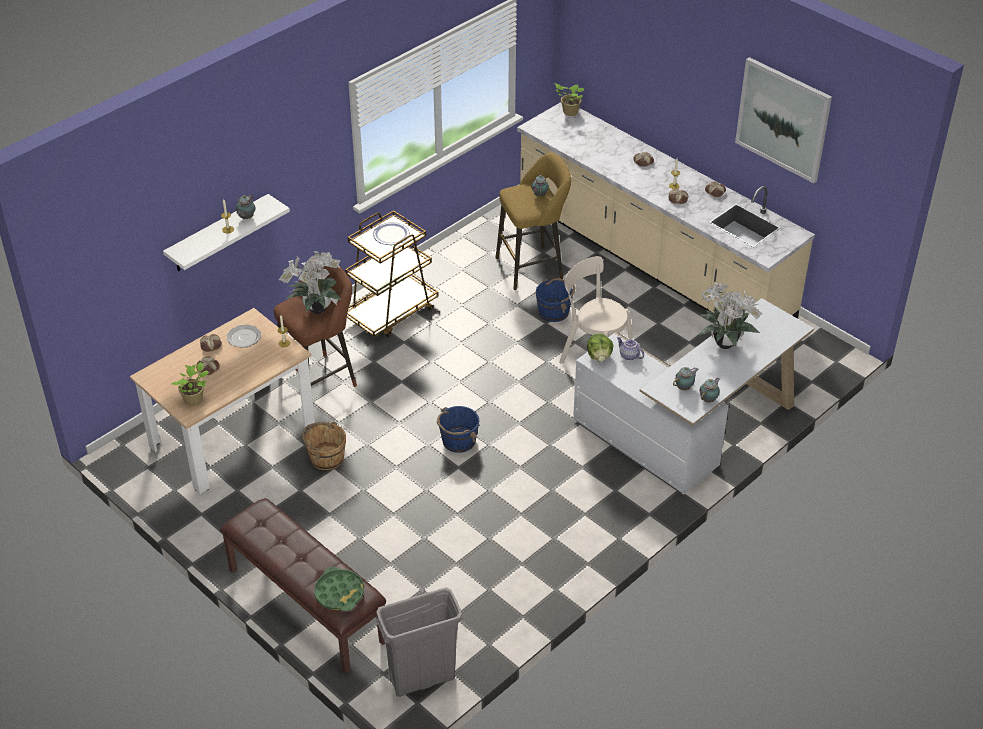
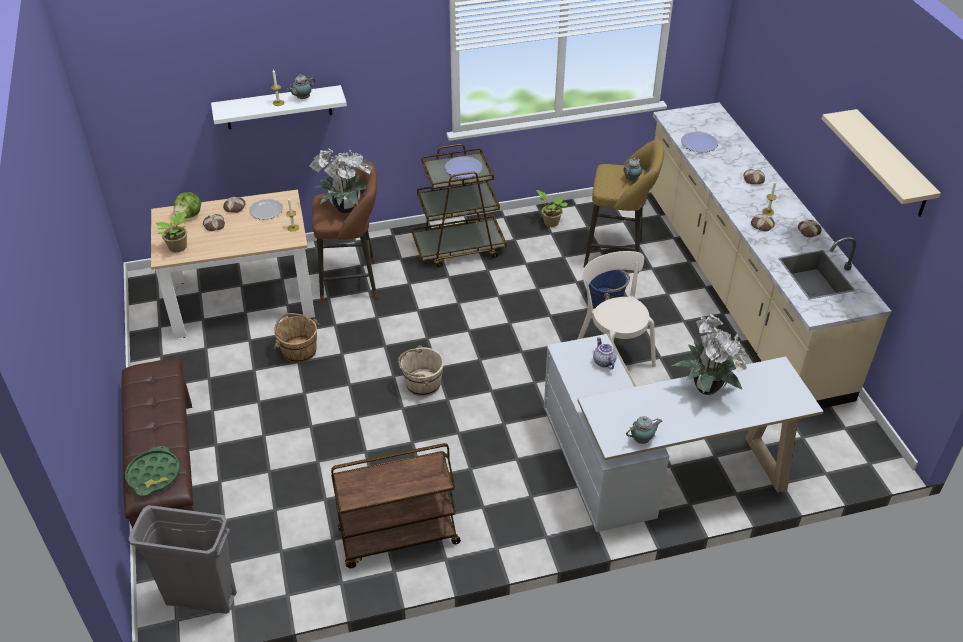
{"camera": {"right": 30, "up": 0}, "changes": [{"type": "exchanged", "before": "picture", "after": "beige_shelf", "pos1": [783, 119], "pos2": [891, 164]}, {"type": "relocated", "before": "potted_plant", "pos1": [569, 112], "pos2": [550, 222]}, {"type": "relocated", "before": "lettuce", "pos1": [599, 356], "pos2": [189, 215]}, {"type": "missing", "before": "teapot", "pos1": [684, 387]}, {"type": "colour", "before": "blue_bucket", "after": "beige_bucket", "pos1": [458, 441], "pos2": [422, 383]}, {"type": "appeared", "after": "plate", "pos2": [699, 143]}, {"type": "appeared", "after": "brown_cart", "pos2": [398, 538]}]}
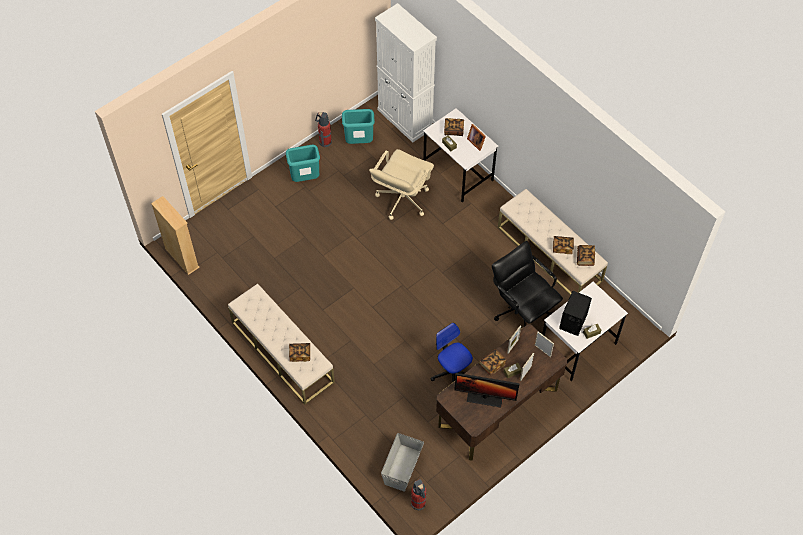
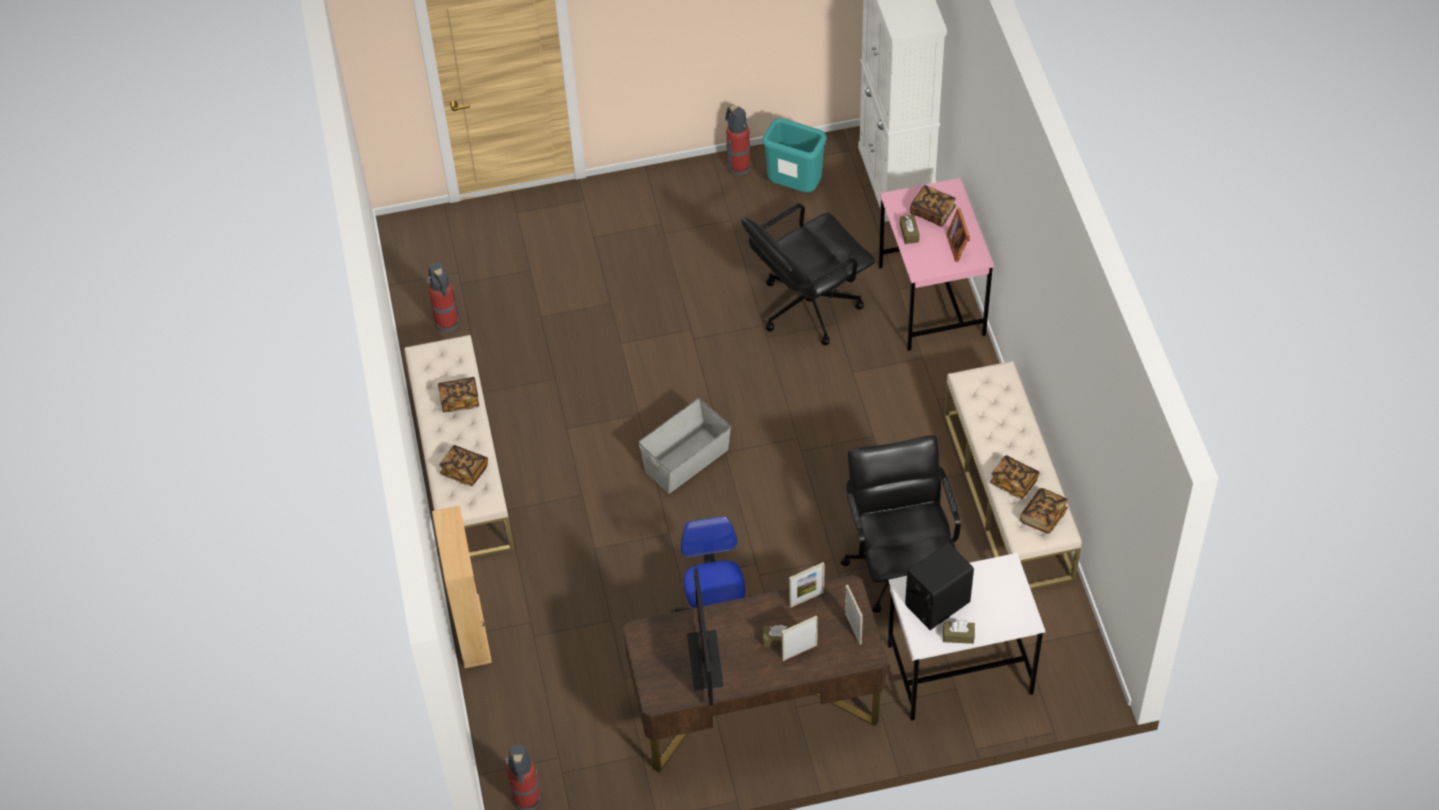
{"camera": {"right": 30, "up": -5}, "changes": [{"type": "colour", "before": "white_desk", "after": "pink_desk", "pos1": [458, 173], "pos2": [932, 301]}, {"type": "missing", "before": "turquoise_trash_can", "pos1": [305, 178]}, {"type": "colour", "before": "beige_office_chair", "after": "black_office_chair", "pos1": [402, 200], "pos2": [807, 306]}, {"type": "relocated", "before": "beige_bookcase", "pos1": [182, 258], "pos2": [471, 631]}, {"type": "relocated", "before": "book", "pos1": [492, 364], "pos2": [459, 400]}, {"type": "spun", "before": "monitor", "pos1": [485, 397], "pos2": [705, 660], "turn": 45}, {"type": "relocated", "before": "grey_storage_box", "pos1": [402, 467], "pos2": [686, 460]}, {"type": "appeared", "after": "fire_extinguisher", "pos2": [447, 323]}]}
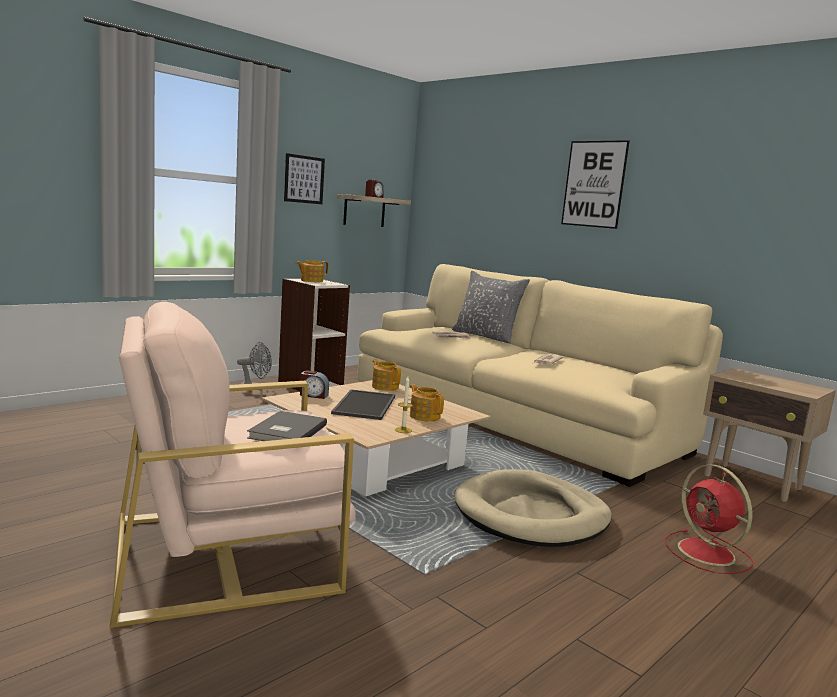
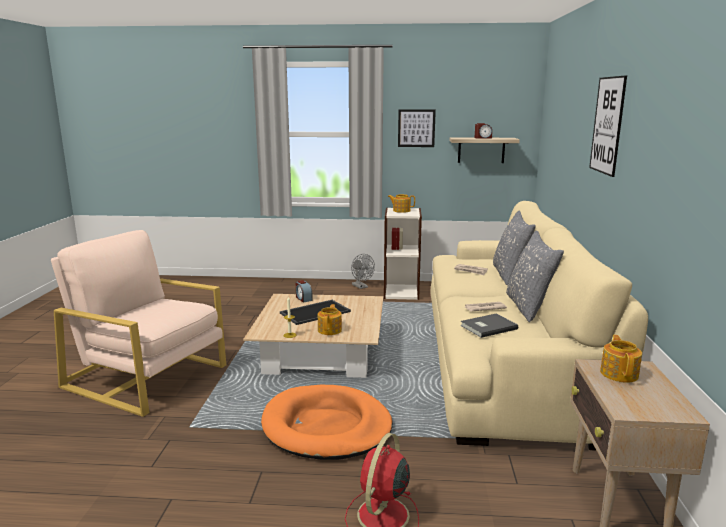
{"camera": {"right": 50, "up": 5}, "changes": [{"type": "relocated", "before": "teapot", "pos1": [385, 387], "pos2": [619, 373]}, {"type": "relocated", "before": "grey_book", "pos1": [285, 431], "pos2": [487, 327]}, {"type": "colour", "before": "beige_dog_bed", "after": "orange_dog_bed", "pos1": [531, 515], "pos2": [326, 427]}, {"type": "appeared", "after": "grey_pillow", "pos2": [529, 307]}]}
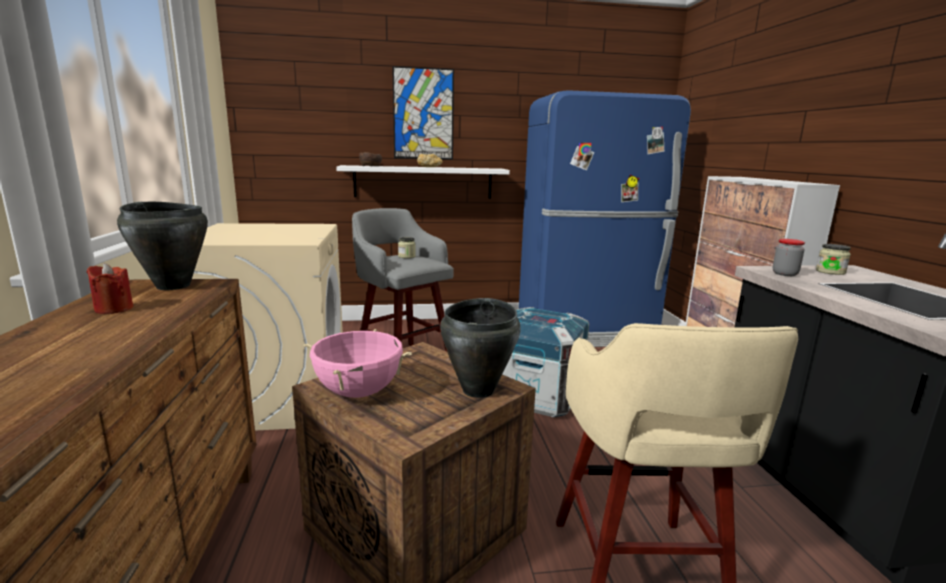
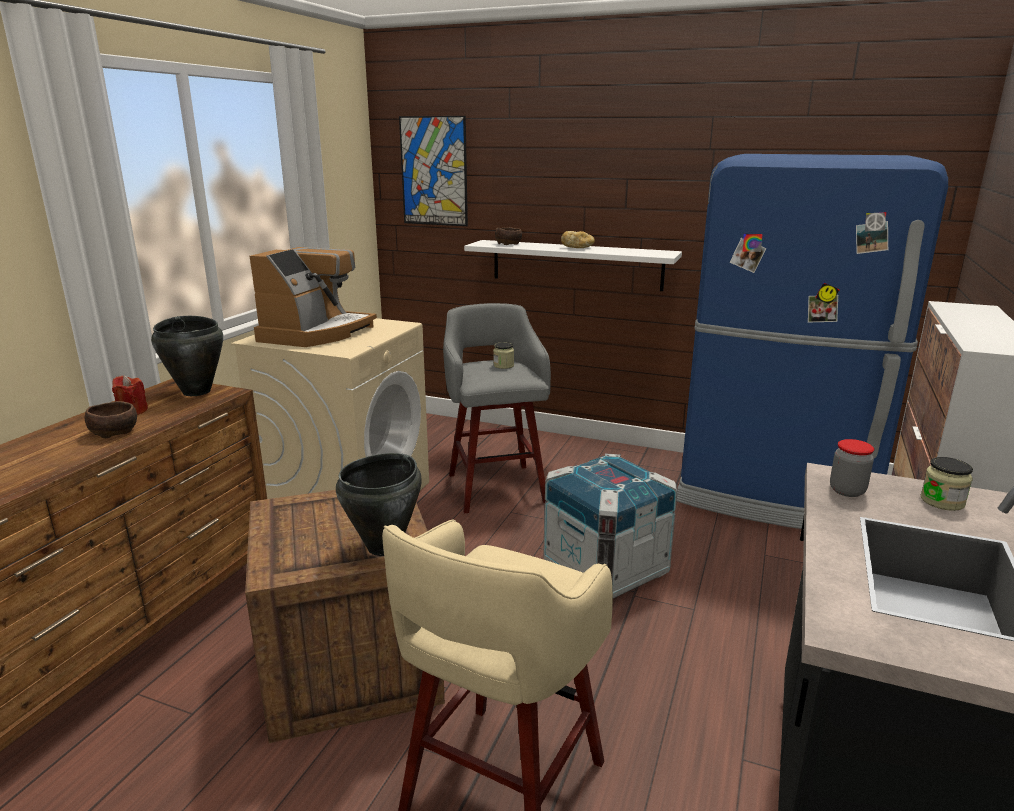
{"camera": {"right": 30, "up": 5}, "changes": [{"type": "relocated", "before": "picture", "pos1": [423, 114], "pos2": [434, 171]}, {"type": "missing", "before": "pink_cooking_pot", "pos1": [359, 392]}, {"type": "appeared", "after": "coffee_machine", "pos2": [316, 333]}, {"type": "appeared", "after": "brown_bowl", "pos2": [115, 431]}]}
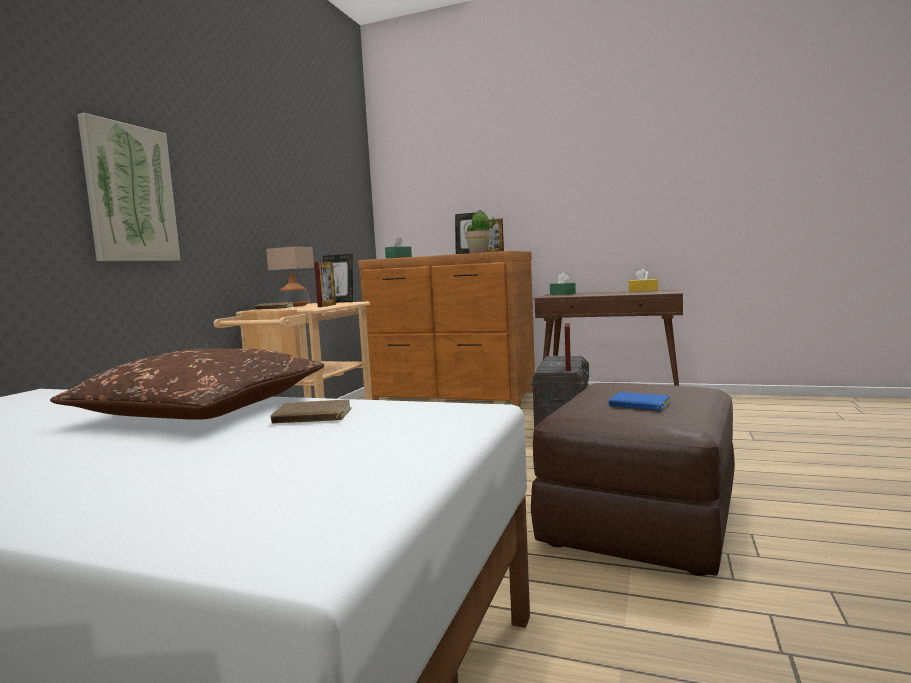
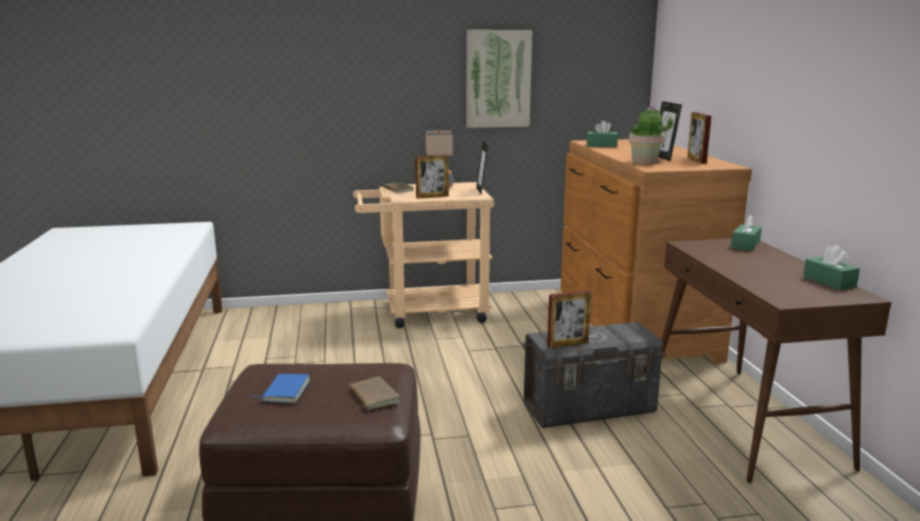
{"camera": {"right": 60, "up": 10}, "changes": [{"type": "relocated", "before": "picture", "pos1": [130, 194], "pos2": [498, 79]}, {"type": "colour", "before": "yellow_tissue_box", "after": "green_tissue_box", "pos1": [643, 291], "pos2": [829, 281]}, {"type": "missing", "before": "brown_pillow", "pos1": [202, 409]}, {"type": "relocated", "before": "brown_book", "pos1": [312, 417], "pos2": [372, 396]}]}
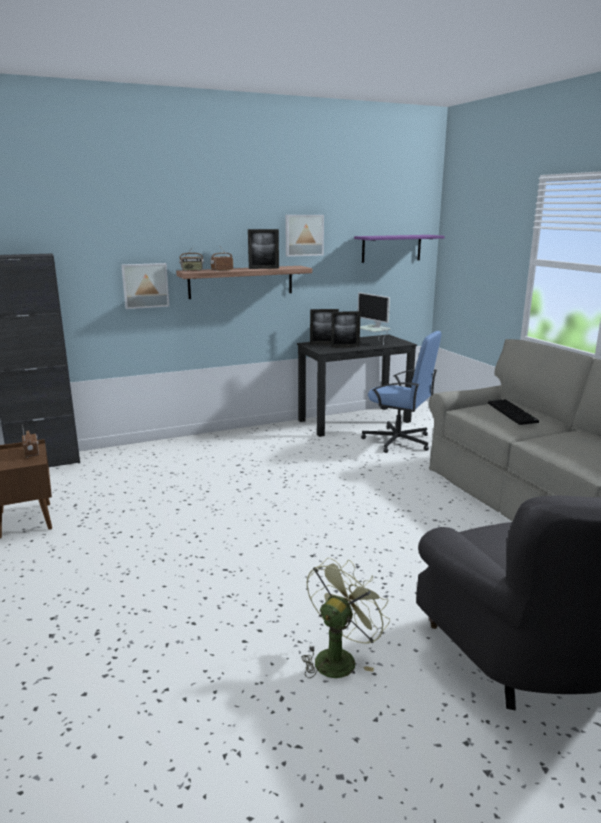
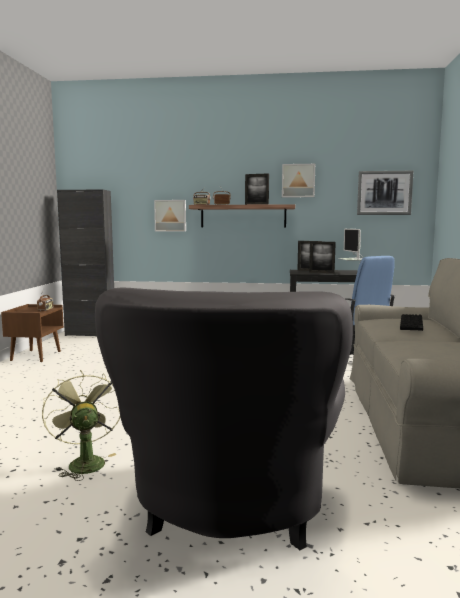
{"camera": {"right": 30, "up": -10}, "changes": [{"type": "exchanged", "before": "purple_shelf", "after": "picture", "pos1": [391, 248], "pos2": [384, 193]}, {"type": "spun", "before": "green_fan", "pos1": [339, 657], "pos2": [84, 462], "turn": -90}]}
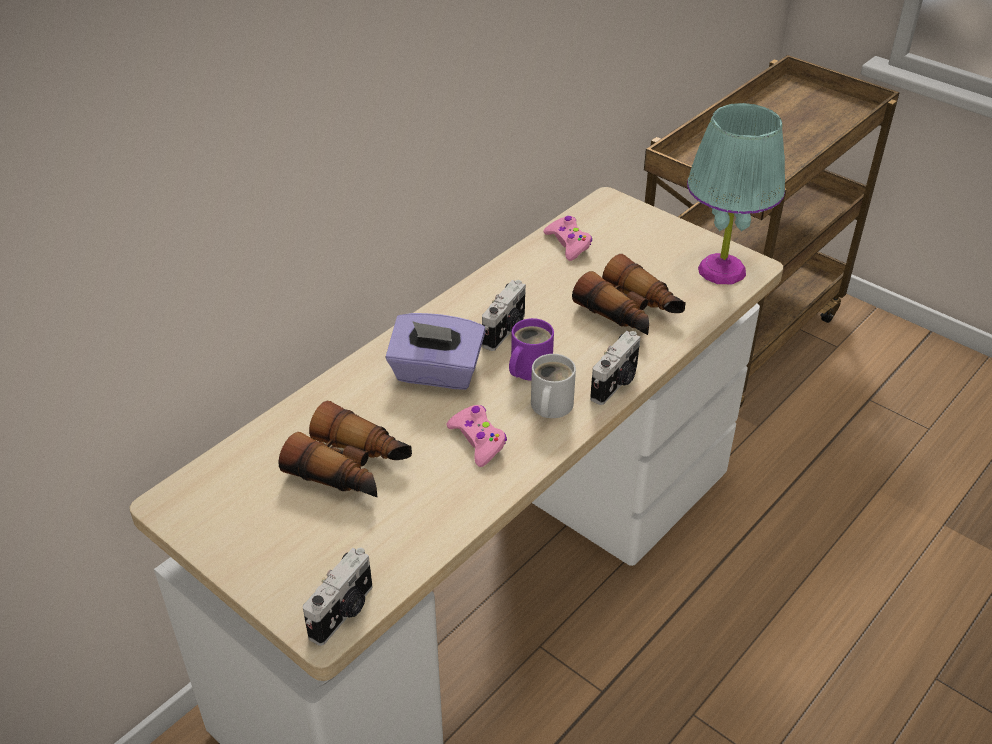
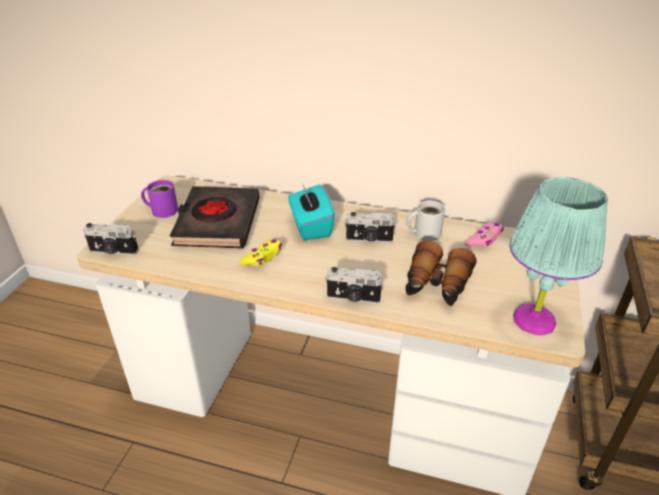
{"camera": {"right": 65, "up": -5}, "changes": [{"type": "colour", "before": "purple_tissue_box", "after": "turquoise_tissue_box", "pos1": [436, 373], "pos2": [310, 226]}, {"type": "relocated", "before": "purple_mug", "pos1": [527, 369], "pos2": [163, 210]}, {"type": "relocated", "before": "white_mug", "pos1": [549, 406], "pos2": [424, 232]}, {"type": "exchanged", "before": "binoculars", "after": "black_book", "pos1": [351, 468], "pos2": [217, 223]}, {"type": "colour", "before": "pink_game_controller", "after": "yellow_game_controller", "pos1": [478, 440], "pos2": [263, 257]}]}
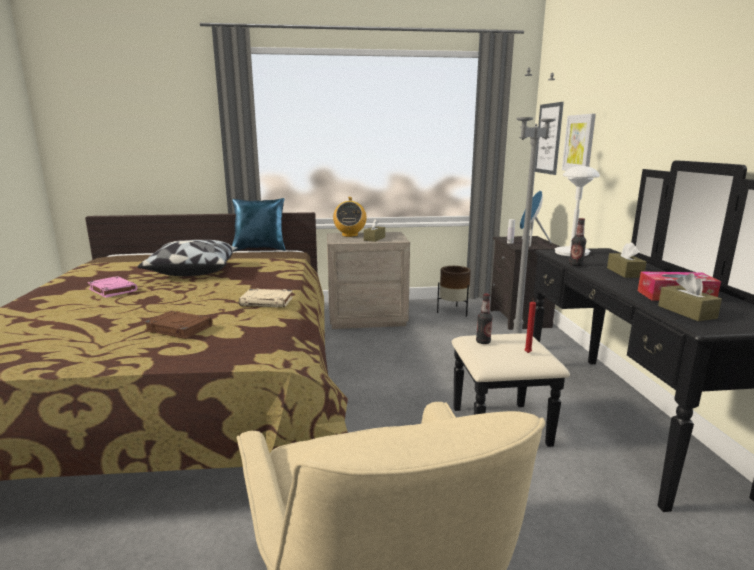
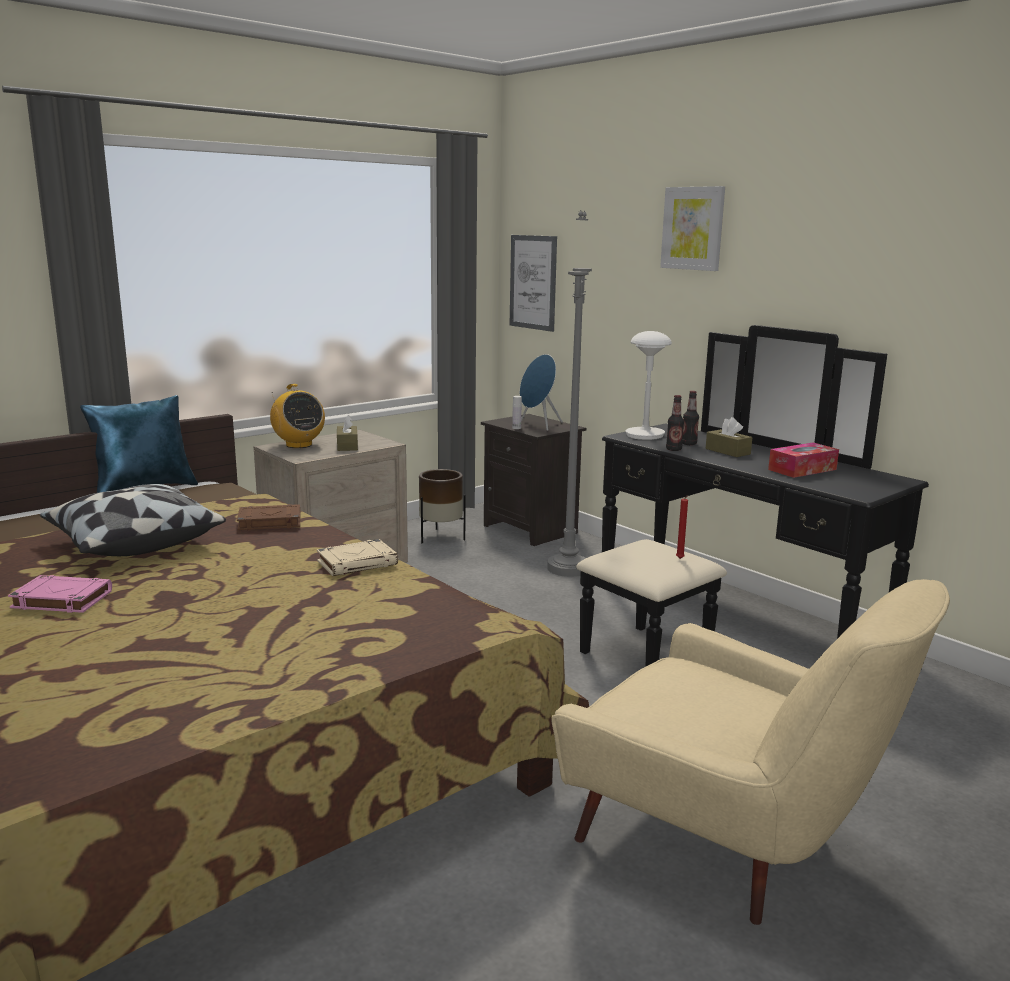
{"camera": {"right": -35, "up": 0}, "changes": [{"type": "relocated", "before": "picture", "pos1": [579, 143], "pos2": [693, 228]}, {"type": "missing", "before": "brown_tissue_box", "pos1": [686, 312]}, {"type": "relocated", "before": "bottle", "pos1": [483, 342], "pos2": [689, 444]}, {"type": "relocated", "before": "brown_book", "pos1": [178, 328], "pos2": [269, 522]}]}
